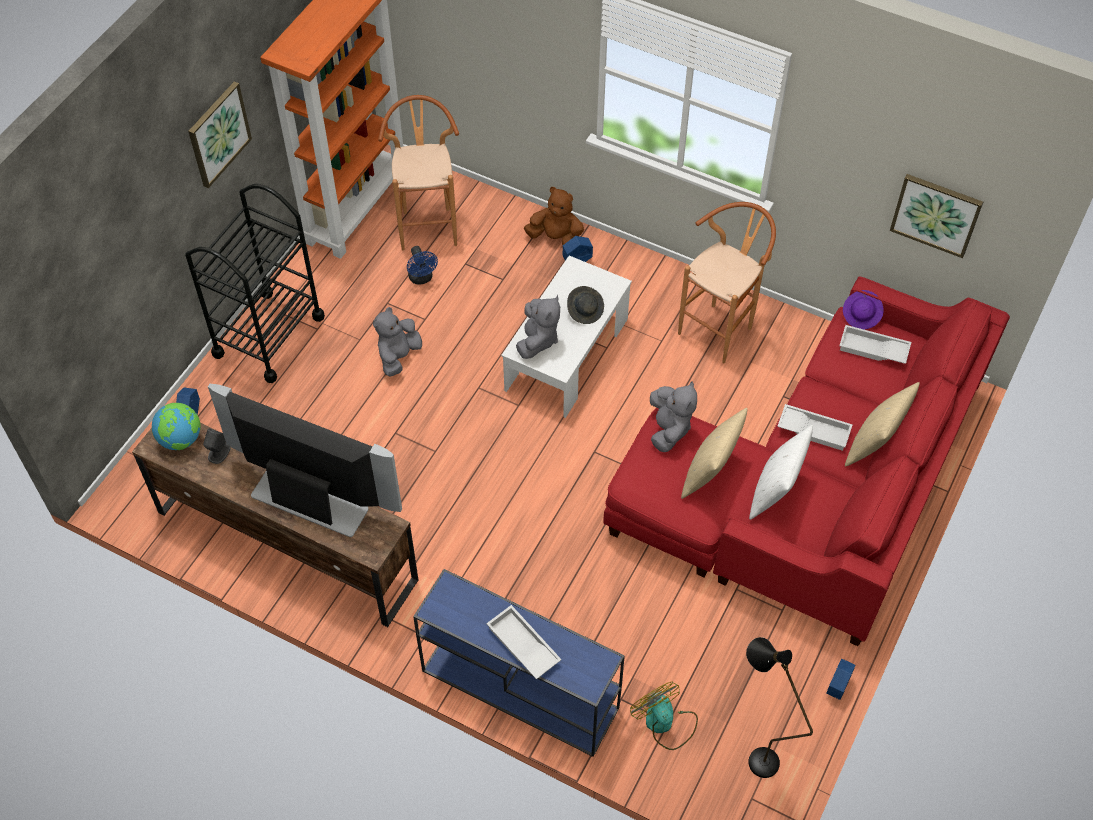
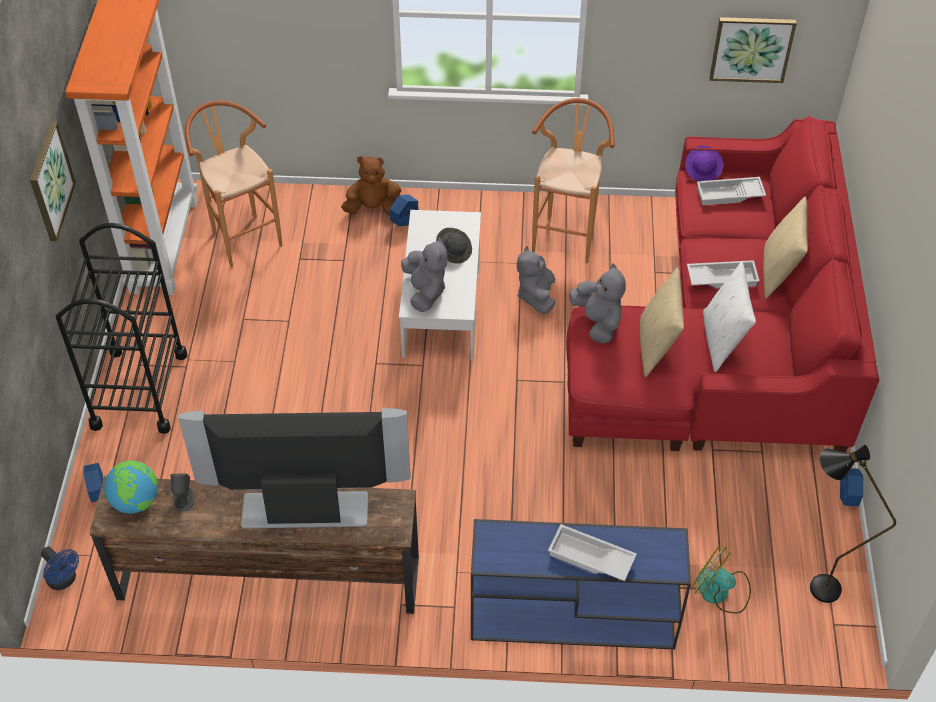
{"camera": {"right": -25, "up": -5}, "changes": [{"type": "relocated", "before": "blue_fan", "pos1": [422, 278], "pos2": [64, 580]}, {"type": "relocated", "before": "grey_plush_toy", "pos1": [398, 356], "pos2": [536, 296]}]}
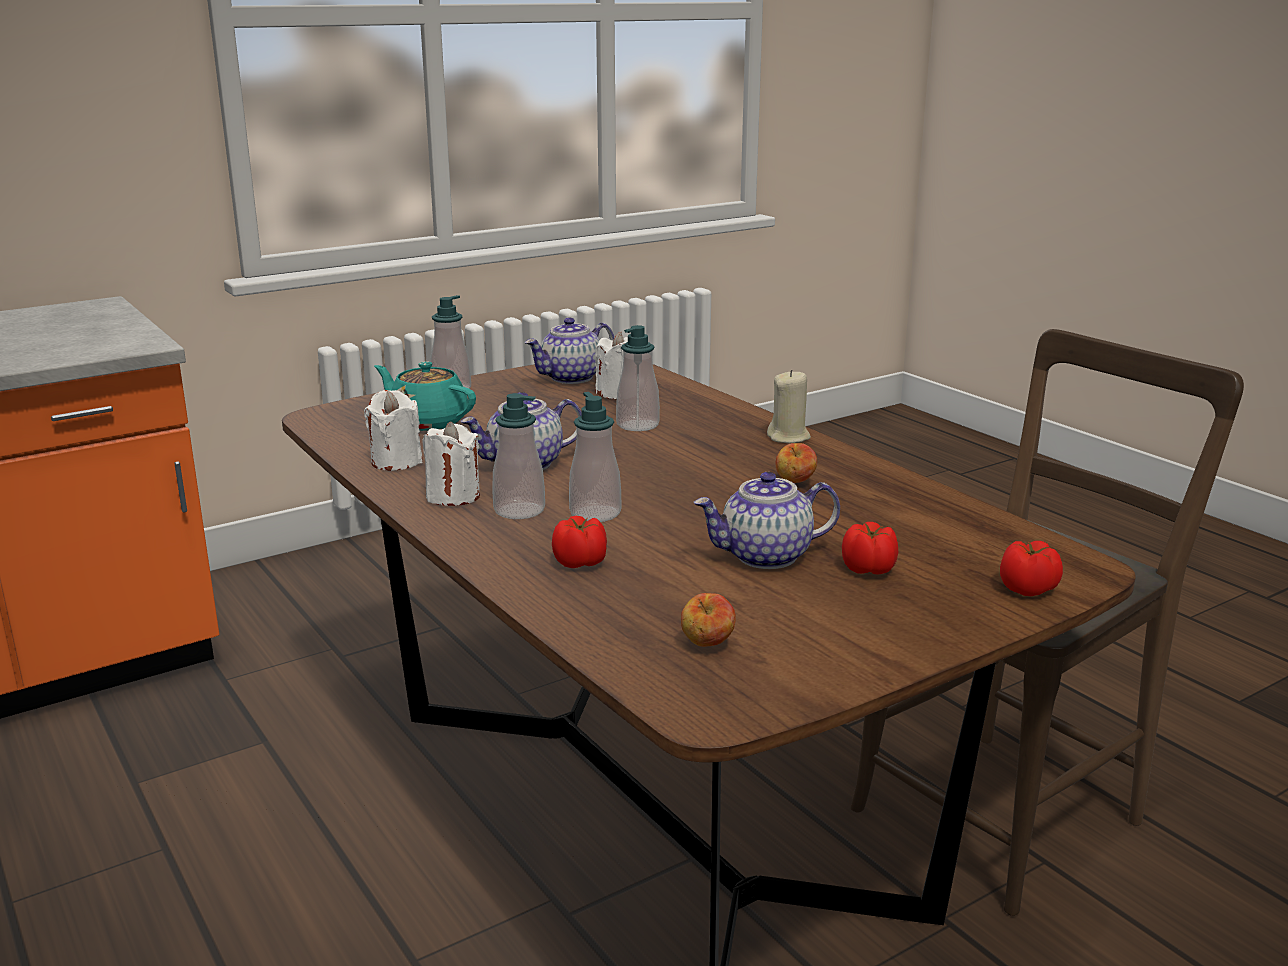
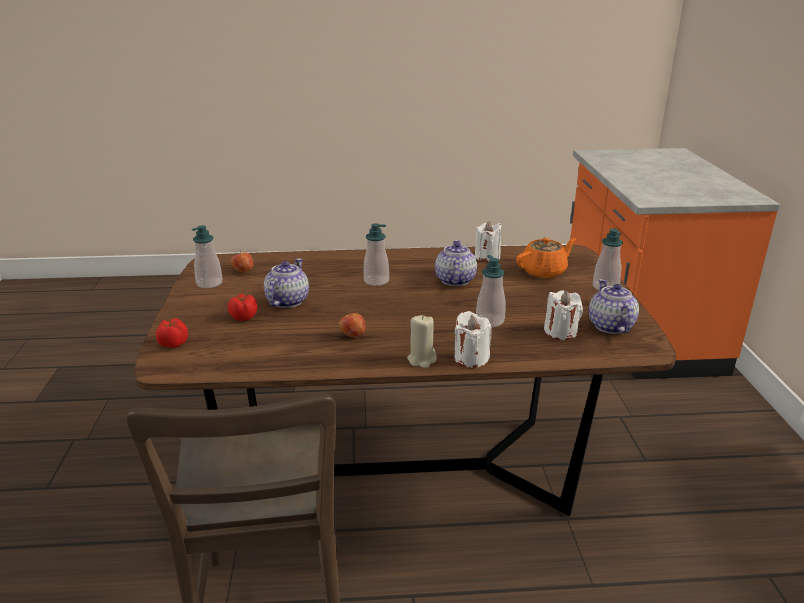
{"camera": {"right": 120, "up": 5}, "changes": [{"type": "colour", "before": "turquoise_teapot", "after": "orange_teapot", "pos1": [427, 422], "pos2": [544, 271]}, {"type": "relocated", "before": "soap_dispenser", "pos1": [519, 510], "pos2": [209, 283]}, {"type": "relocated", "before": "white_candle", "pos1": [453, 496], "pos2": [471, 358]}, {"type": "missing", "before": "tomato", "pos1": [581, 563]}]}
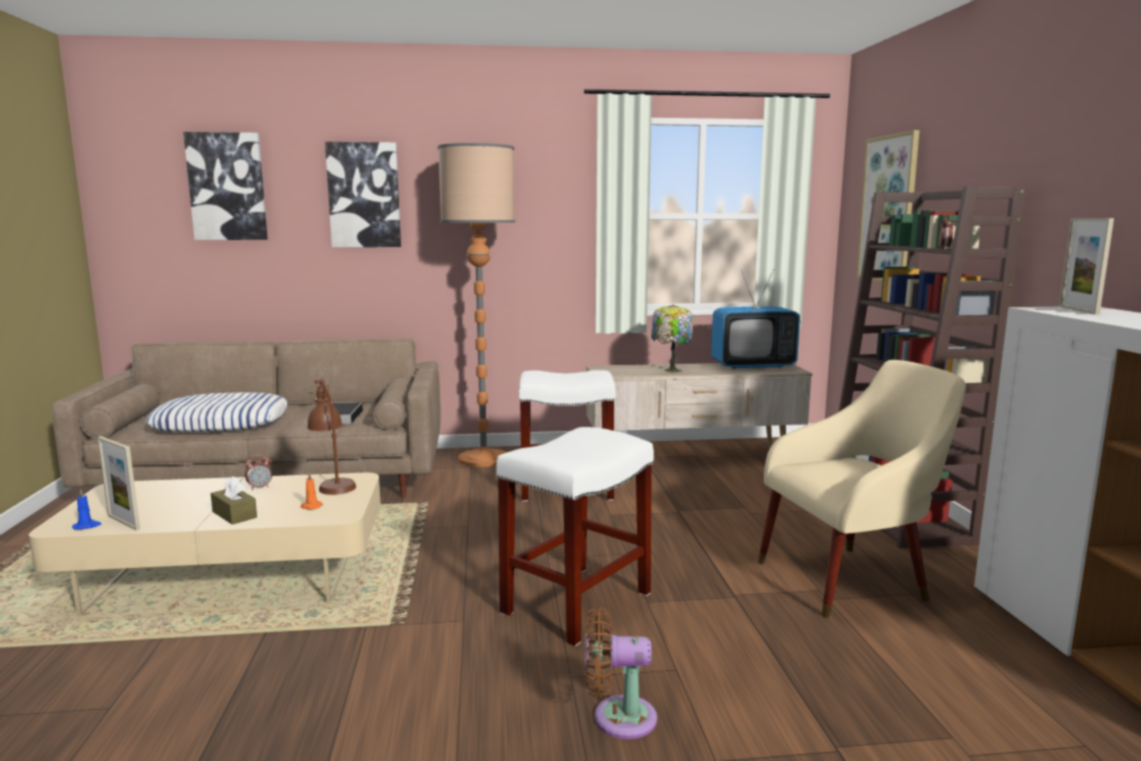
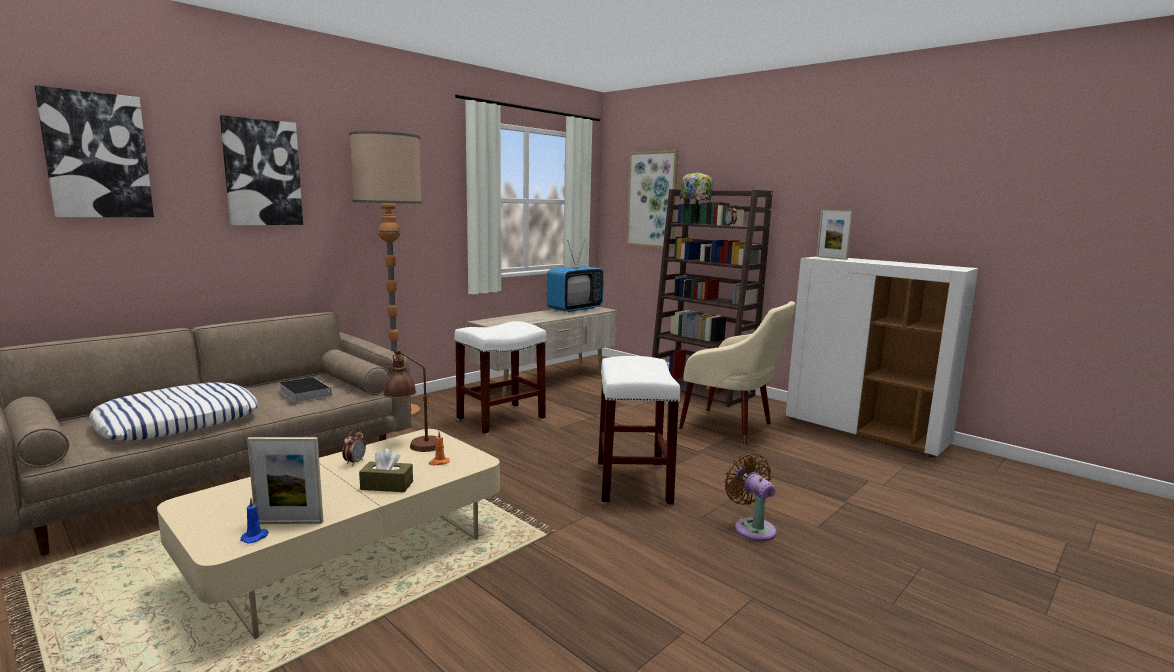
{"camera": {"right": -40, "up": 0}, "changes": [{"type": "relocated", "before": "table_lamp", "pos1": [671, 370], "pos2": [694, 223]}, {"type": "spun", "before": "beige_armchair", "pos1": [849, 578], "pos2": [732, 427], "turn": 90}, {"type": "spun", "before": "brown_fan", "pos1": [617, 717], "pos2": [752, 528], "turn": 105}]}
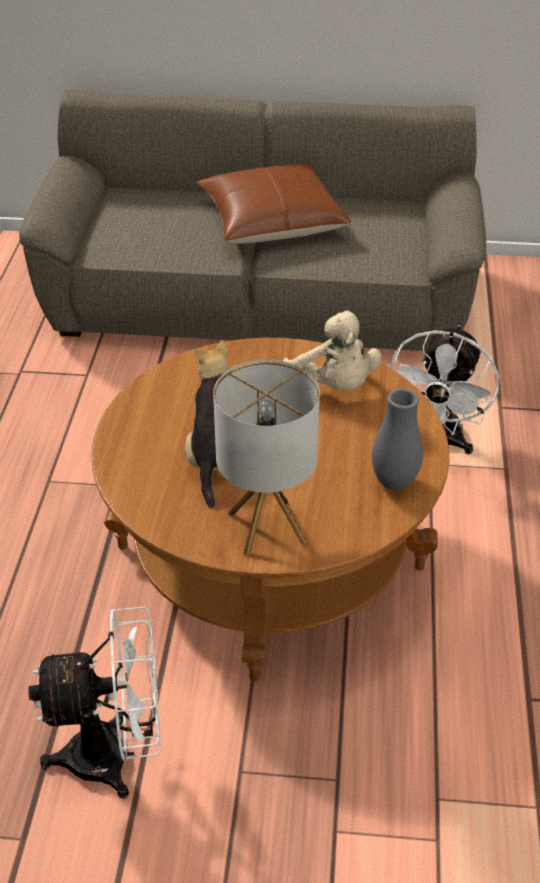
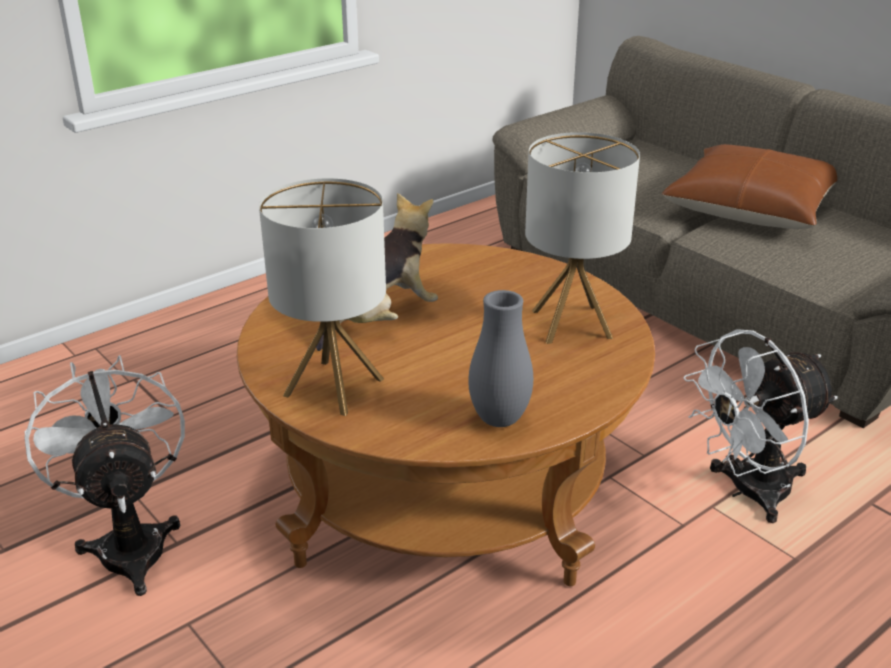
{"camera": {"right": 45, "up": -10}, "changes": [{"type": "exchanged", "before": "beige_plush_toy", "after": "table_lamp", "pos1": [334, 386], "pos2": [571, 324]}, {"type": "spun", "before": "white_fan", "pos1": [115, 756], "pos2": [130, 543], "turn": -150}]}
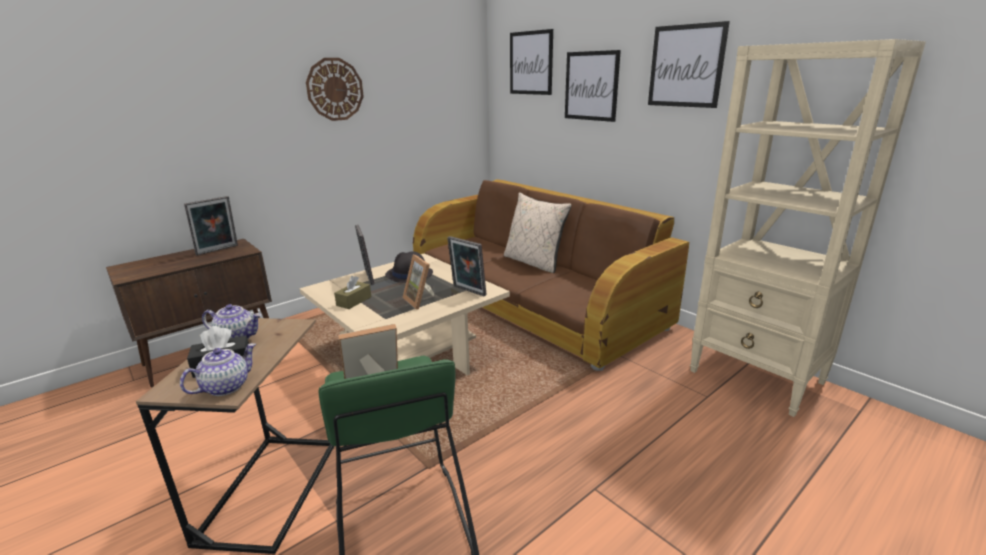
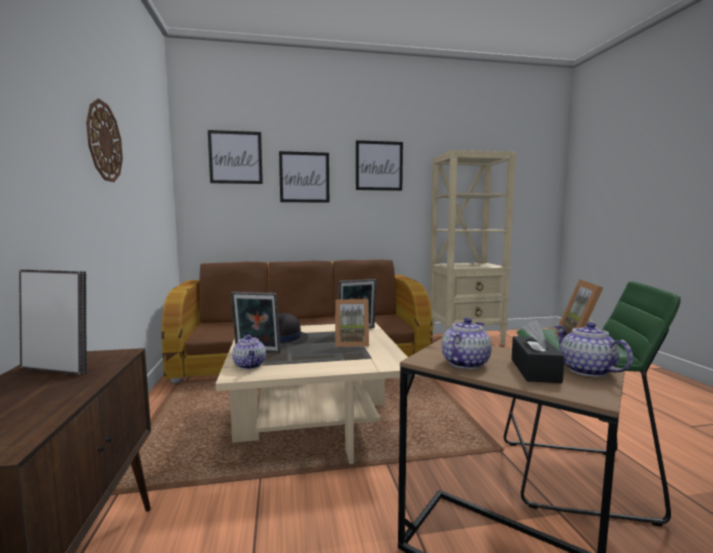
{"camera": {"right": -60, "up": -15}, "changes": [{"type": "missing", "before": "beige_pillow", "pos1": [534, 262]}, {"type": "spun", "before": "picture_frame", "pos1": [218, 250], "pos2": [57, 369], "turn": -60}, {"type": "missing", "before": "brown_tissue_box", "pos1": [354, 301]}, {"type": "appeared", "after": "teapot", "pos2": [250, 365]}]}
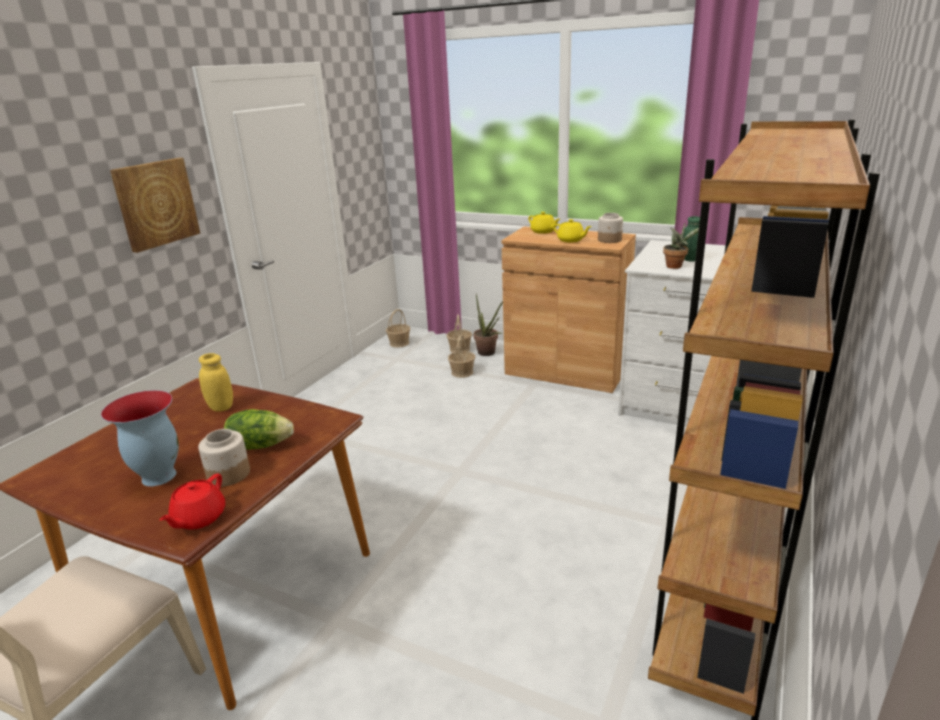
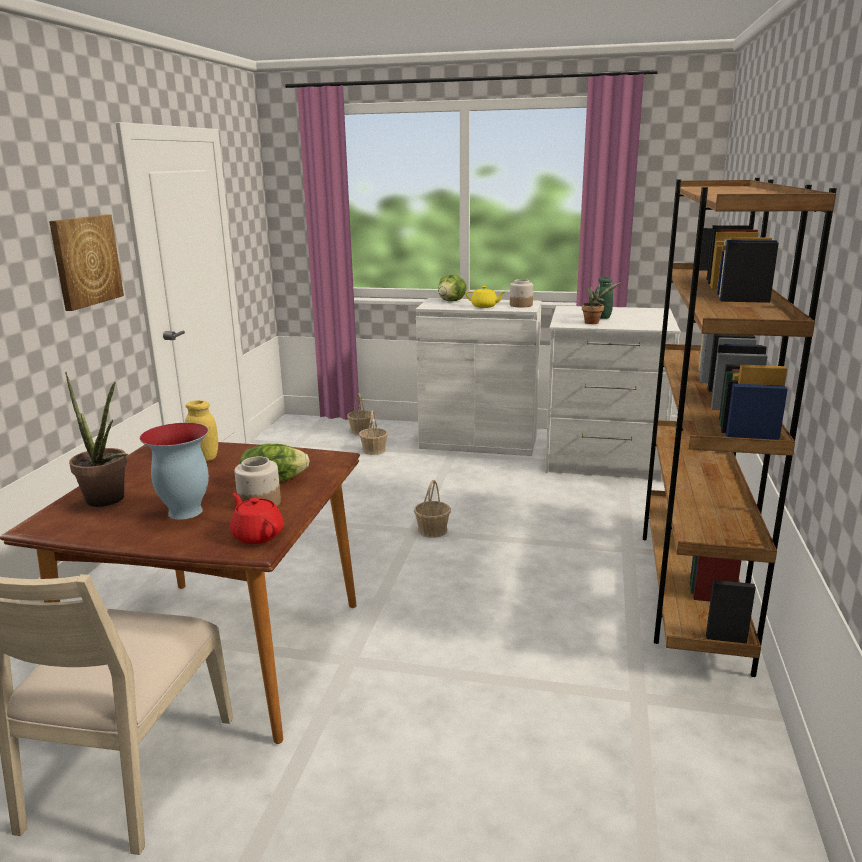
{"camera": {"right": -15, "up": -5}, "changes": [{"type": "exchanged", "before": "yellow_teapot", "after": "lettuce", "pos1": [543, 232], "pos2": [452, 301]}, {"type": "colour", "before": "brown_cabinet", "after": "white_cabinet", "pos1": [565, 371], "pos2": [478, 442]}, {"type": "relocated", "before": "potted_plant", "pos1": [488, 354], "pos2": [109, 501]}, {"type": "relocated", "before": "basket", "pos1": [399, 343], "pos2": [432, 530]}, {"type": "spun", "before": "red_teapot", "pos1": [198, 518], "pos2": [257, 535], "turn": 135}]}
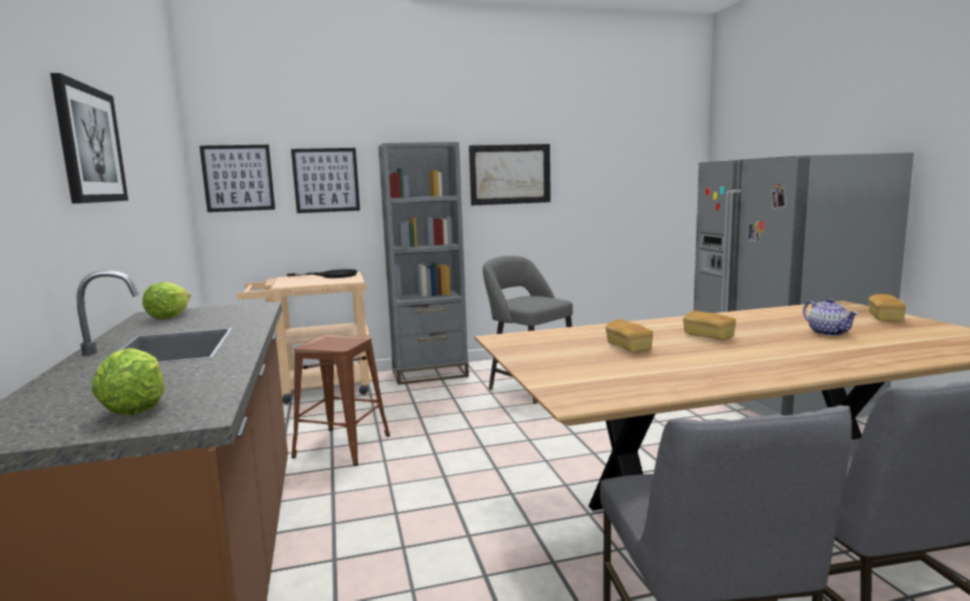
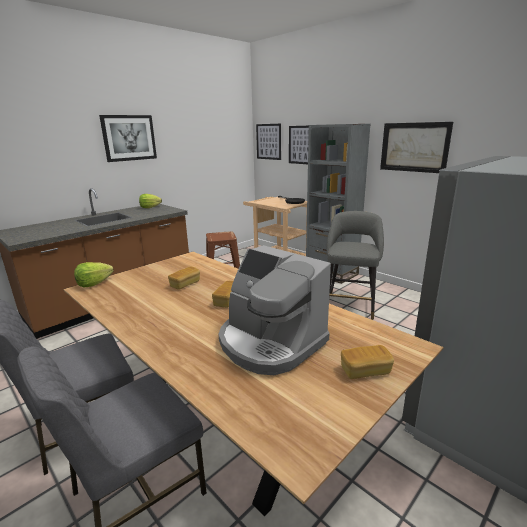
{"camera": {"right": 60, "up": 10}, "changes": [{"type": "exchanged", "before": "teapot", "after": "coffee_machine", "pos1": [828, 333], "pos2": [270, 343]}, {"type": "relocated", "before": "lettuce", "pos1": [137, 407], "pos2": [94, 284]}]}
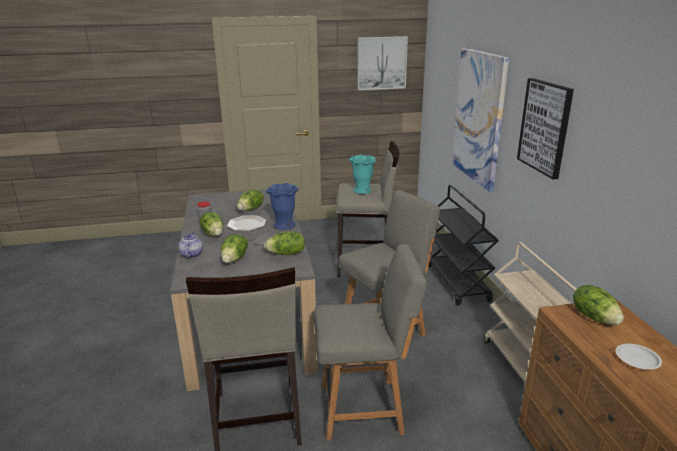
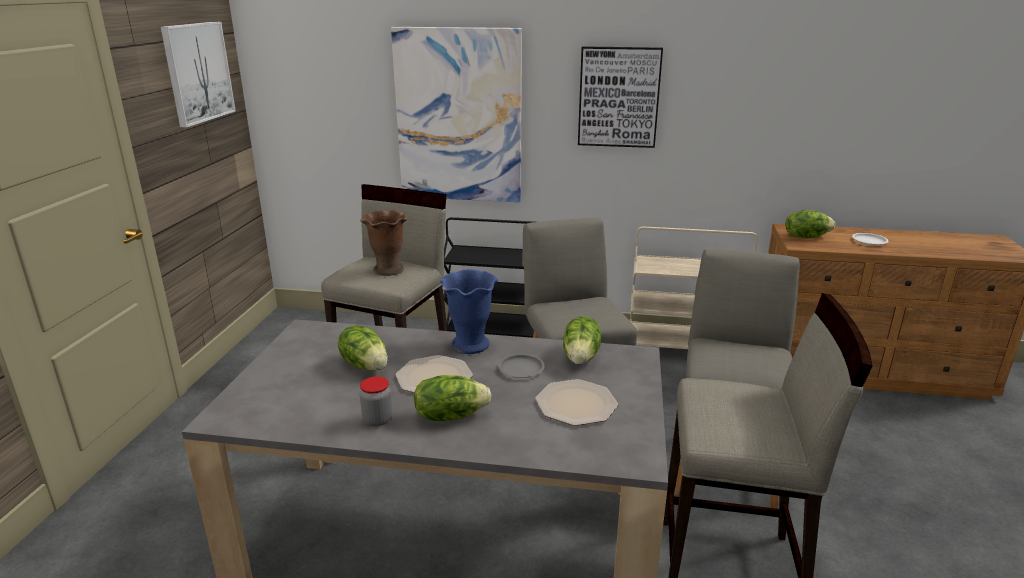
{"camera": {"right": -70, "up": 0}, "changes": [{"type": "colour", "before": "turquoise_vase", "after": "brown_vase", "pos1": [362, 191], "pos2": [388, 270]}, {"type": "missing", "before": "teapot", "pos1": [191, 254]}, {"type": "exchanged", "before": "lettuce", "after": "plate", "pos1": [235, 259], "pos2": [576, 403]}]}
